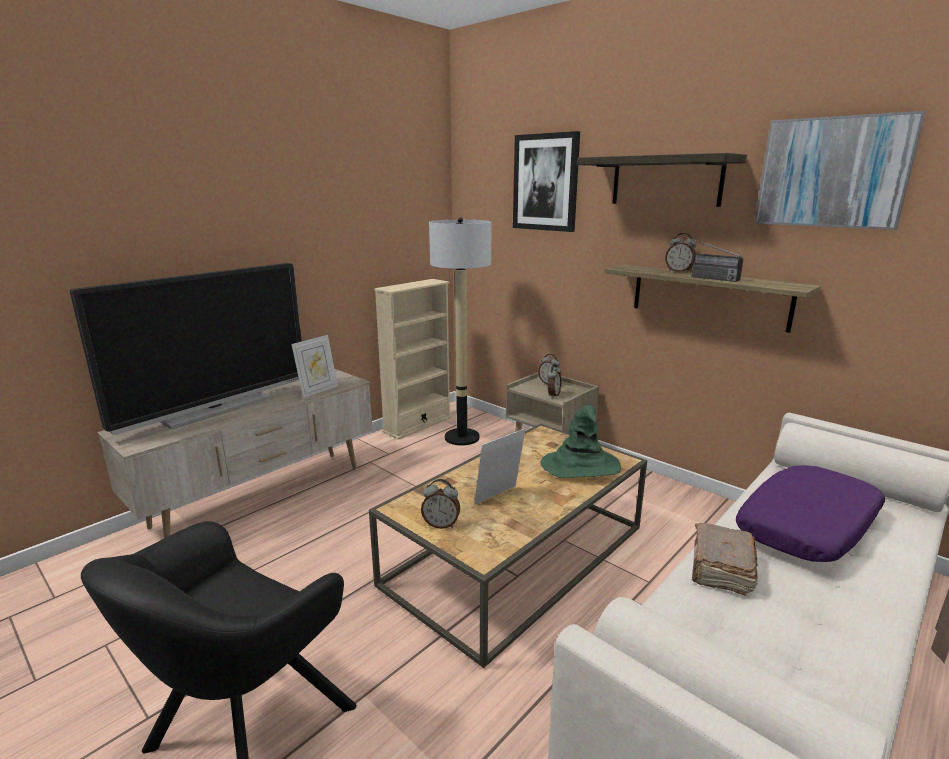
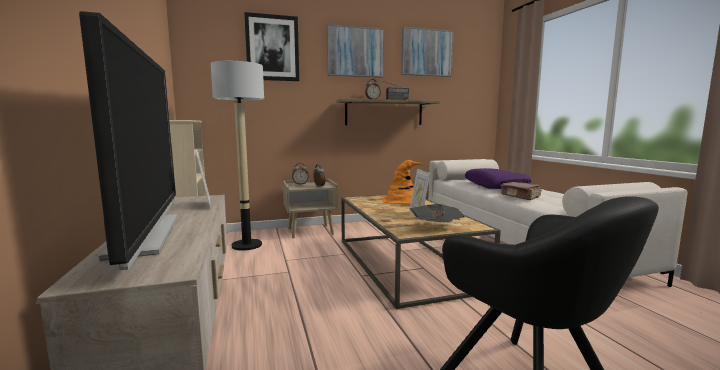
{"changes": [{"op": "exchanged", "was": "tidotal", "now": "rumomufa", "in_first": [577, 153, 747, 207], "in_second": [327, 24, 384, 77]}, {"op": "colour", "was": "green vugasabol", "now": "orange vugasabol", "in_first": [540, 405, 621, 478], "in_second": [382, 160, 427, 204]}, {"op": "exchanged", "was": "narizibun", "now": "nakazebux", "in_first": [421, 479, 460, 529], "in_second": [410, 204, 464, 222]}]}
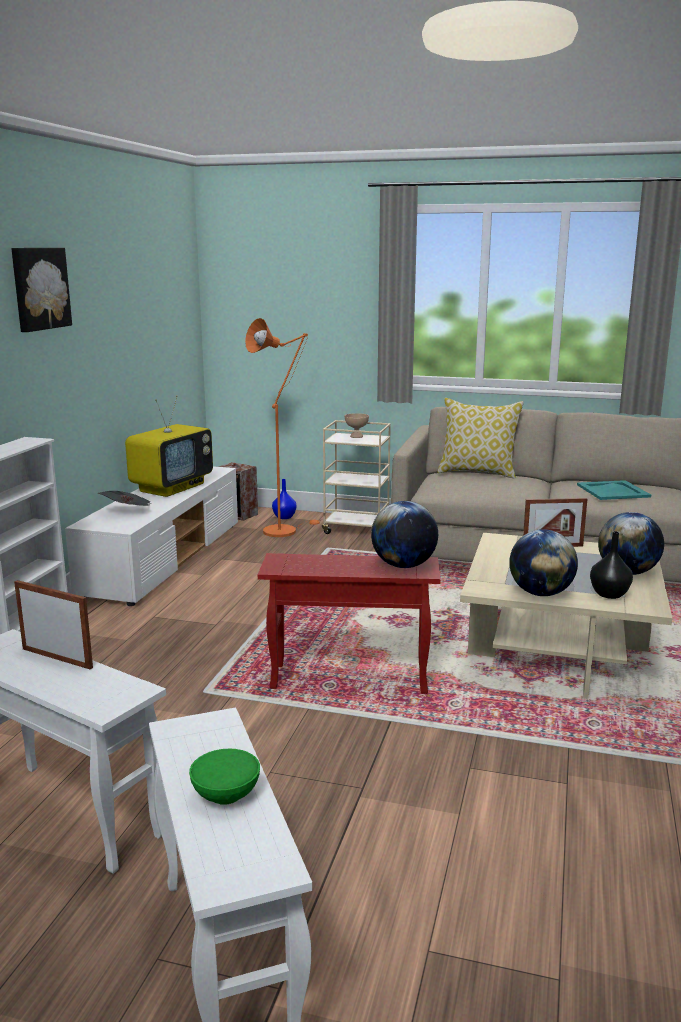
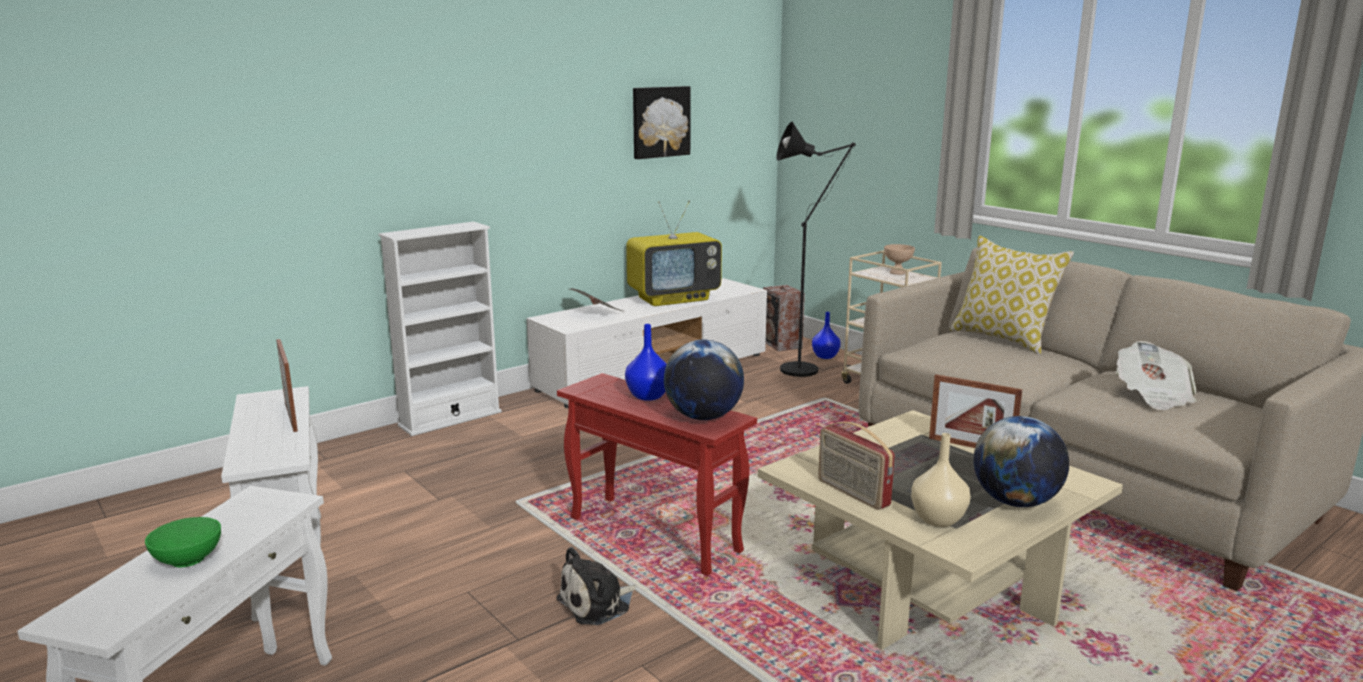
{"changes": [{"op": "appeared", "now": "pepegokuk", "in_second": [556, 547, 637, 625]}, {"op": "appeared", "now": "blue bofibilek", "in_second": [625, 324, 667, 401]}, {"op": "relocated", "was": "rumomufa", "in_first": [11, 248, 72, 332], "in_second": [633, 86, 691, 159]}, {"op": "colour", "was": "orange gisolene", "now": "black gisolene", "in_first": [245, 318, 320, 537], "in_second": [776, 122, 856, 377]}, {"op": "exchanged", "was": "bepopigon", "now": "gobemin", "in_first": [509, 529, 578, 596], "in_second": [818, 422, 895, 510]}, {"op": "colour", "was": "black bofibilek", "now": "beige bofibilek", "in_first": [590, 531, 633, 599], "in_second": [911, 433, 970, 527]}, {"op": "exchanged", "was": "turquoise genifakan", "now": "nakazebux", "in_first": [577, 480, 651, 500], "in_second": [1116, 341, 1197, 410]}]}
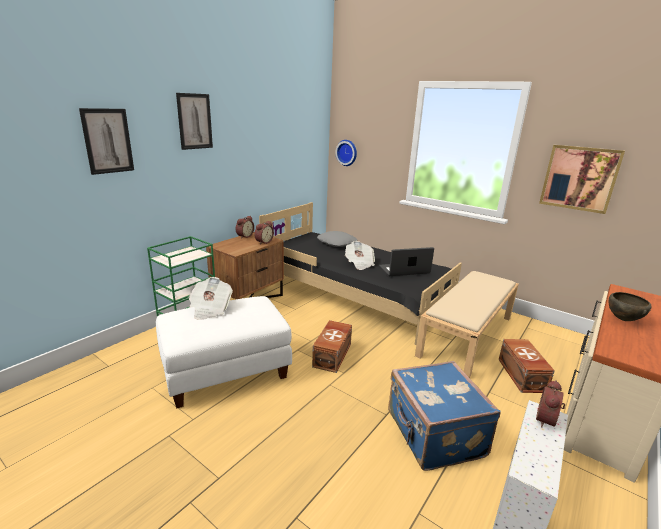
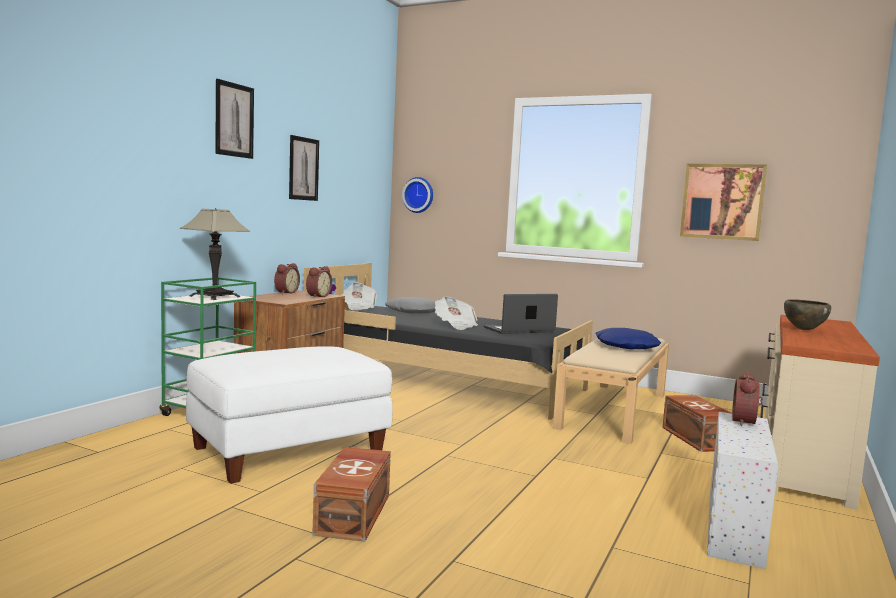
{"changes": [{"op": "appeared", "now": "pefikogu", "in_second": [180, 208, 250, 300]}, {"op": "relocated", "was": "rumomufa", "in_first": [79, 108, 134, 175], "in_second": [289, 135, 319, 201]}, {"op": "relocated", "was": "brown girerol", "in_first": [312, 320, 352, 373], "in_second": [312, 447, 391, 542]}, {"op": "relocated", "was": "nakazebux", "in_first": [188, 277, 233, 320], "in_second": [341, 282, 377, 311]}, {"op": "appeared", "now": "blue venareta", "in_second": [595, 328, 661, 349]}, {"op": "missing", "was": "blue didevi", "in_first": [388, 361, 501, 471]}]}
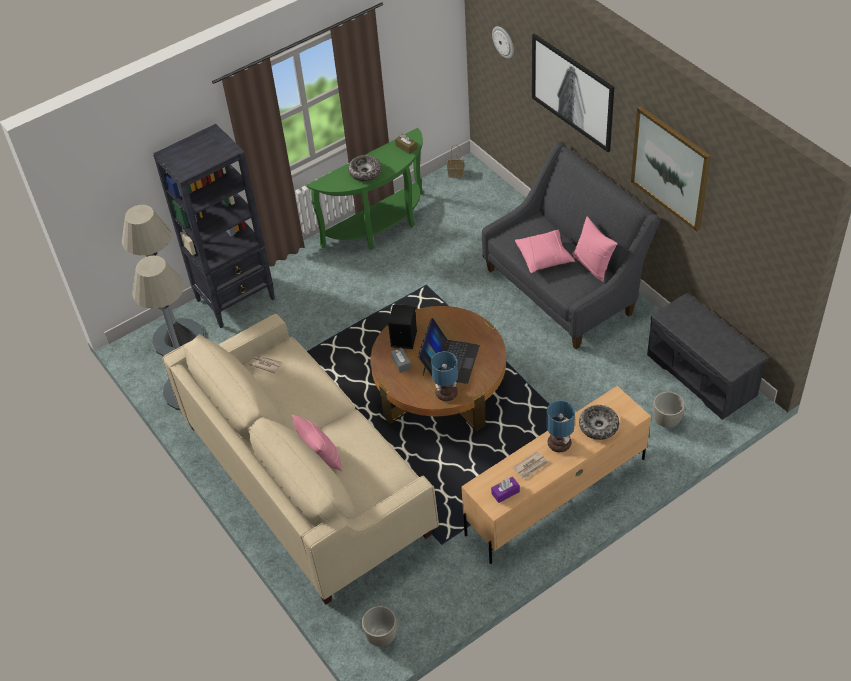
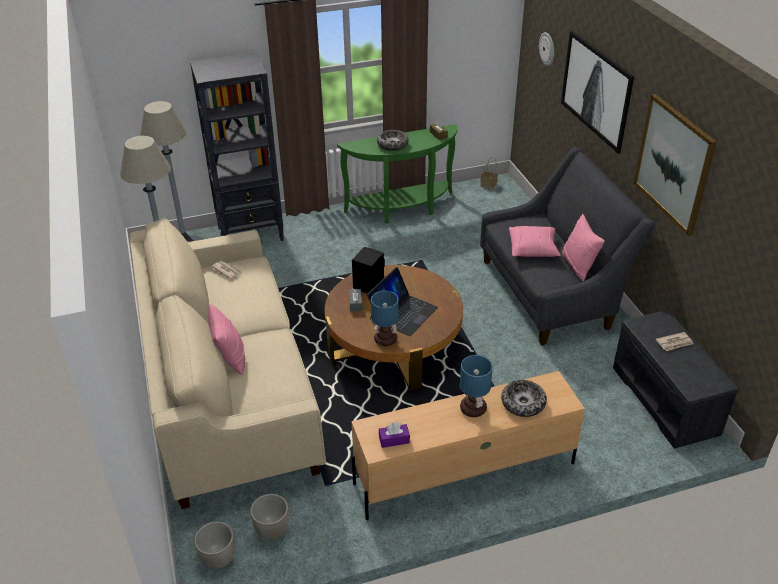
{"changes": [{"op": "relocated", "was": "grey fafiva", "in_first": [653, 391, 685, 428], "in_second": [250, 494, 289, 539]}, {"op": "relocated", "was": "nakazebux", "in_first": [513, 451, 549, 479], "in_second": [656, 332, 693, 351]}]}
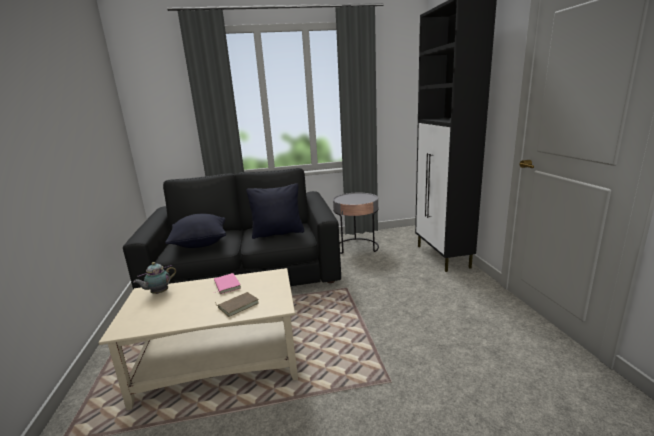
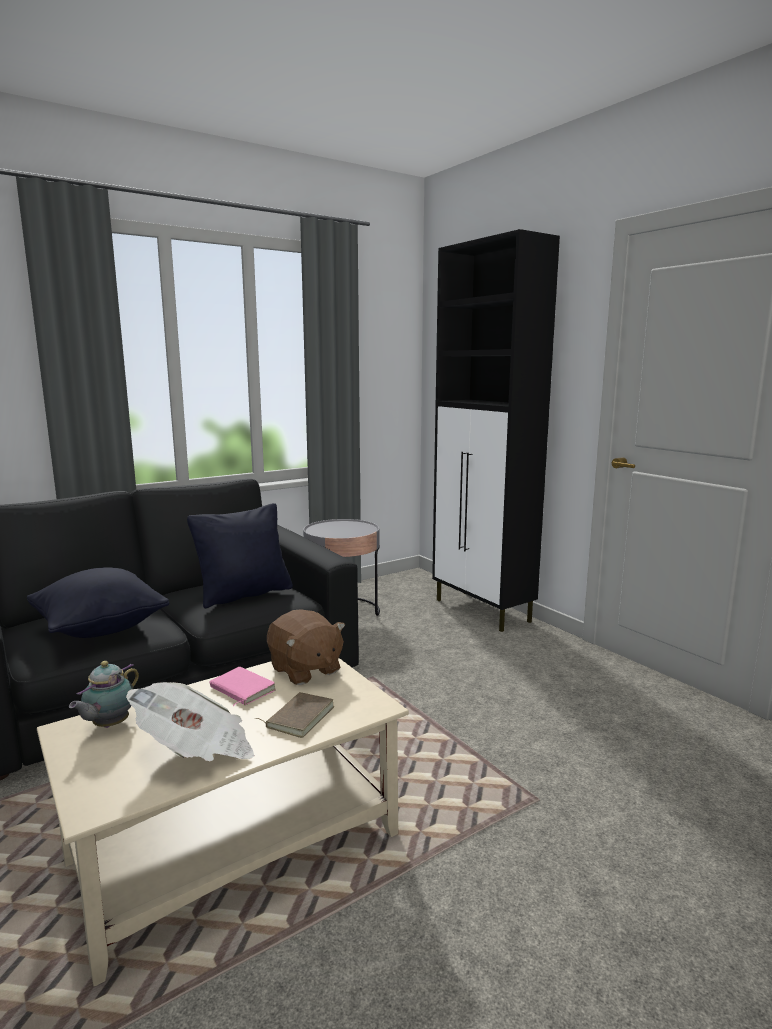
{"changes": [{"op": "appeared", "now": "nakazebux", "in_second": [126, 682, 255, 761]}, {"op": "appeared", "now": "brown pepegokuk", "in_second": [267, 609, 345, 685]}]}
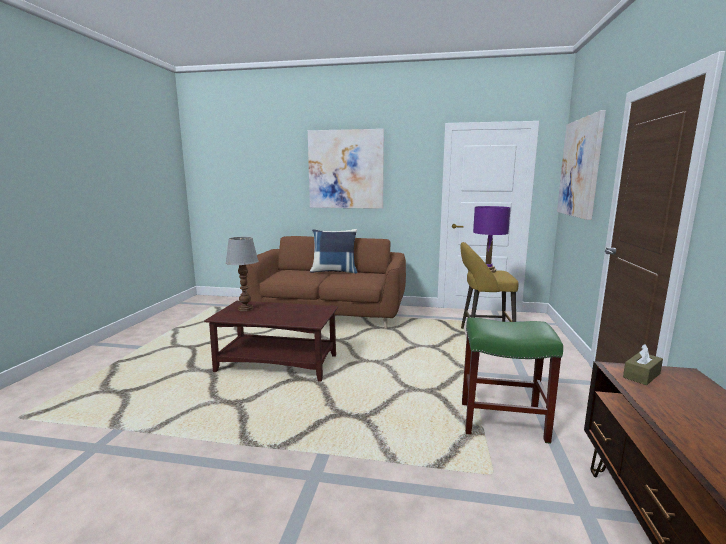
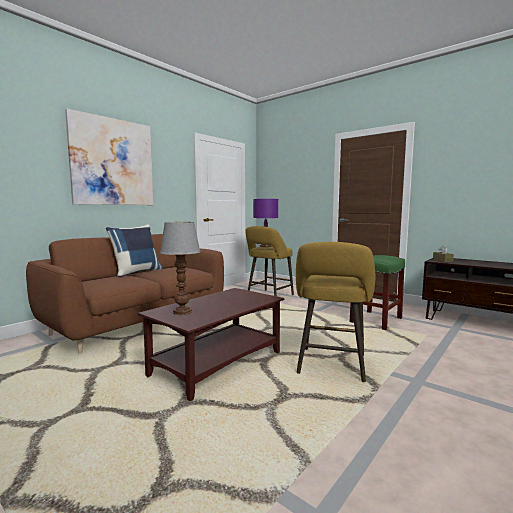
{"changes": [{"op": "appeared", "now": "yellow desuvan", "in_second": [296, 242, 375, 382]}, {"op": "missing", "was": "rumomufa", "in_first": [557, 110, 606, 220]}]}
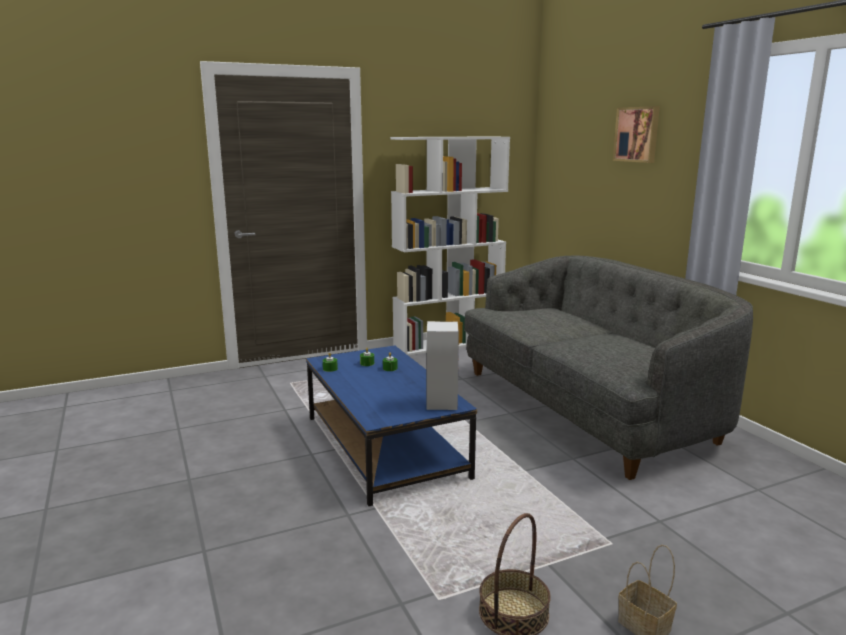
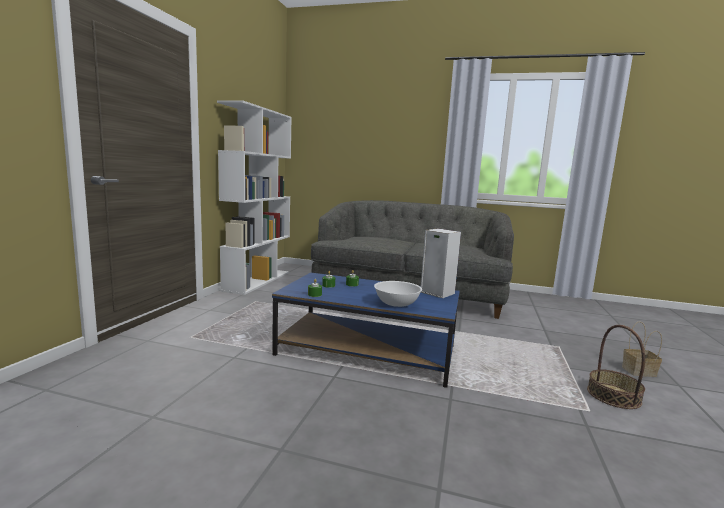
{"changes": [{"op": "appeared", "now": "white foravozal", "in_second": [374, 281, 422, 307]}, {"op": "missing", "was": "rumomufa", "in_first": [613, 106, 660, 163]}]}
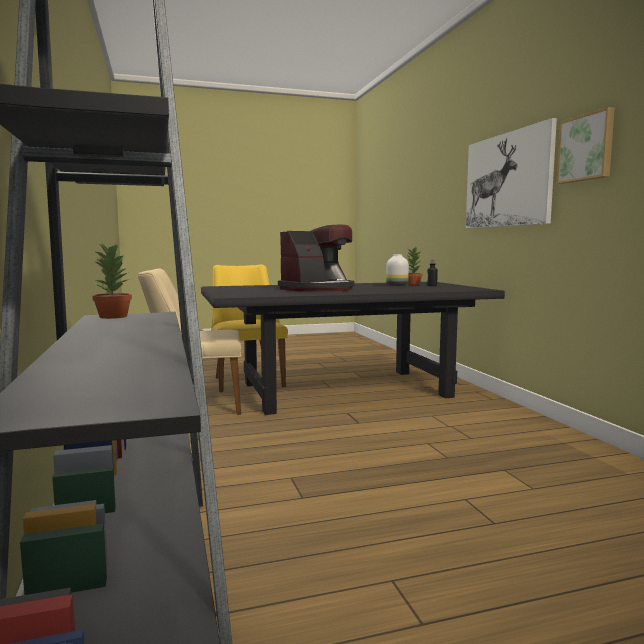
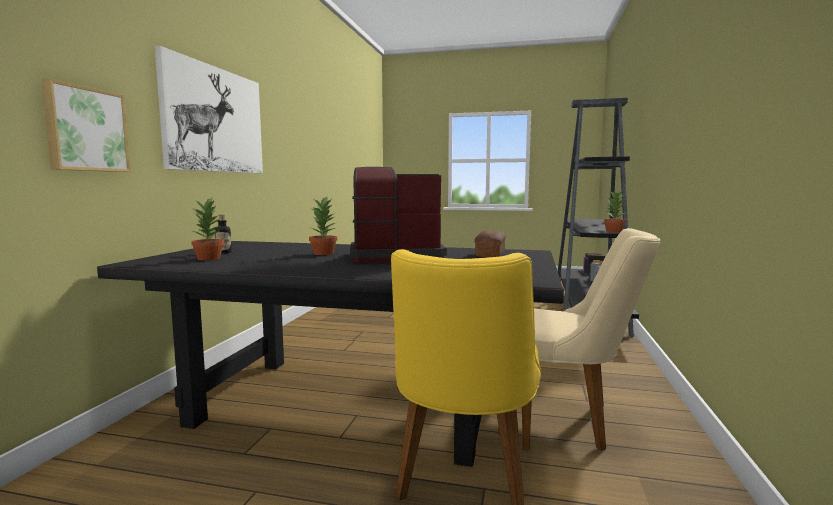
{"changes": [{"op": "relocated", "was": "rumomufa", "in_first": [556, 107, 615, 184], "in_second": [41, 79, 131, 172]}, {"op": "appeared", "now": "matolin", "in_second": [309, 197, 337, 255]}, {"op": "appeared", "now": "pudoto", "in_second": [474, 230, 506, 258]}, {"op": "missing", "was": "white bofibilek", "in_first": [386, 254, 409, 286]}]}
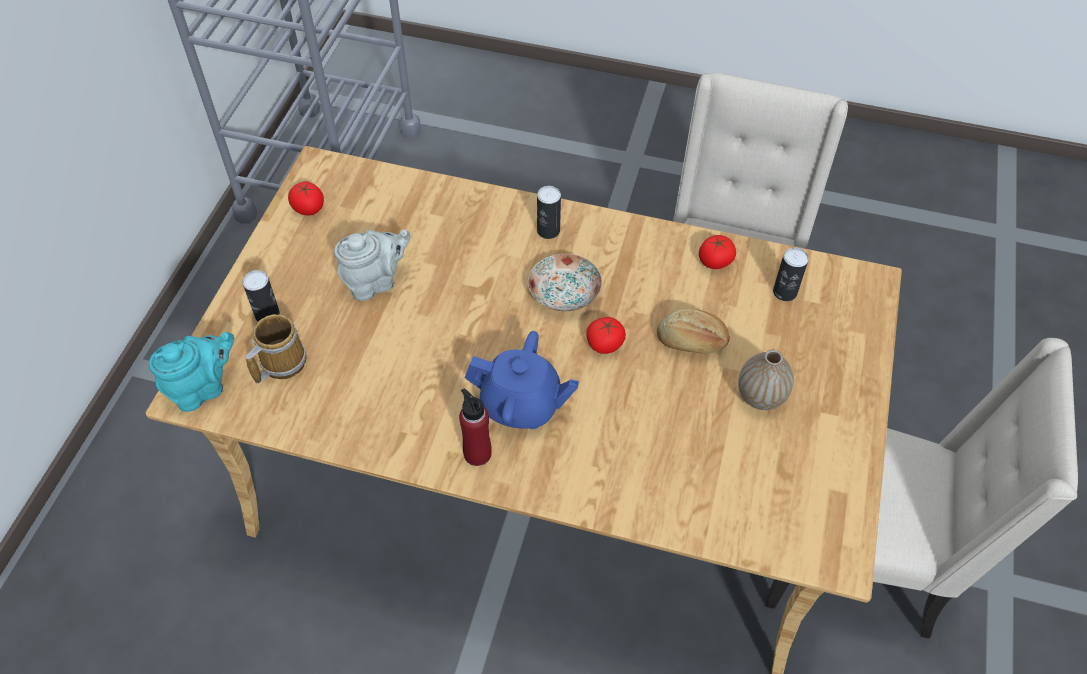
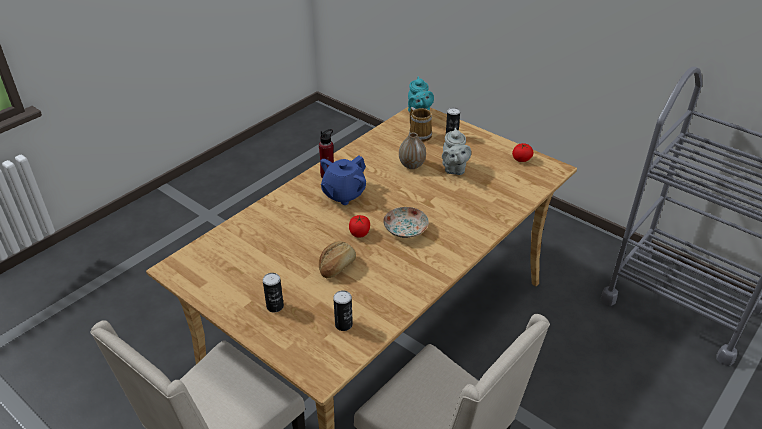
{"changes": [{"op": "relocated", "was": "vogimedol", "in_first": [537, 186, 561, 239], "in_second": [263, 273, 284, 312]}, {"op": "relocated", "was": "bofibilek", "in_first": [738, 350, 794, 410], "in_second": [399, 132, 426, 169]}, {"op": "missing", "was": "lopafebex", "in_first": [699, 235, 736, 269]}]}
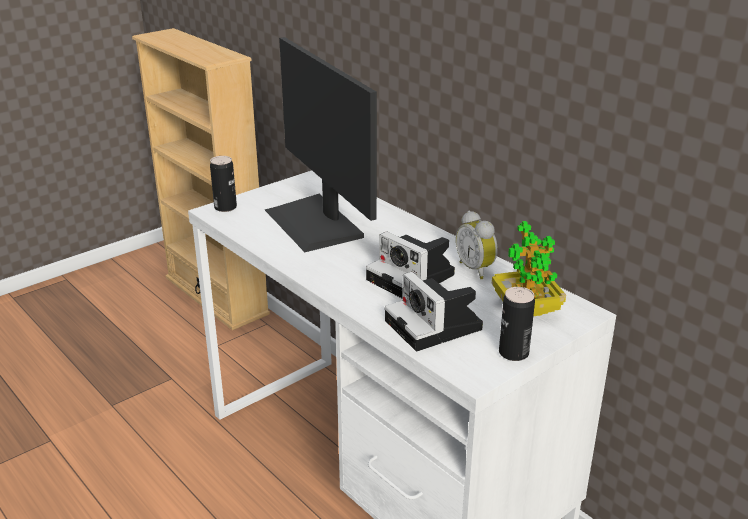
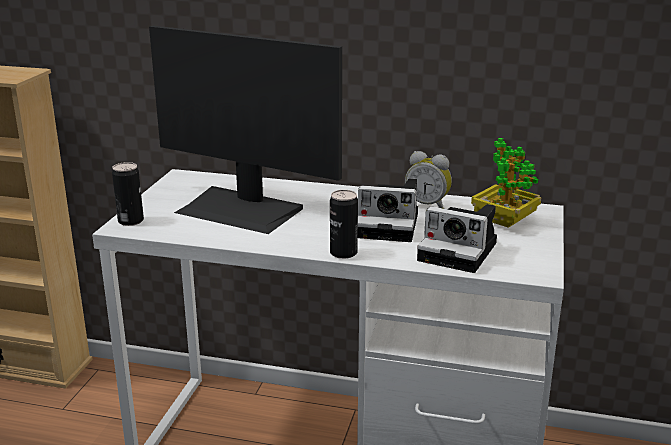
{"changes": [{"op": "relocated", "was": "vogimedol", "in_first": [499, 287, 535, 361], "in_second": [330, 190, 358, 259]}]}
